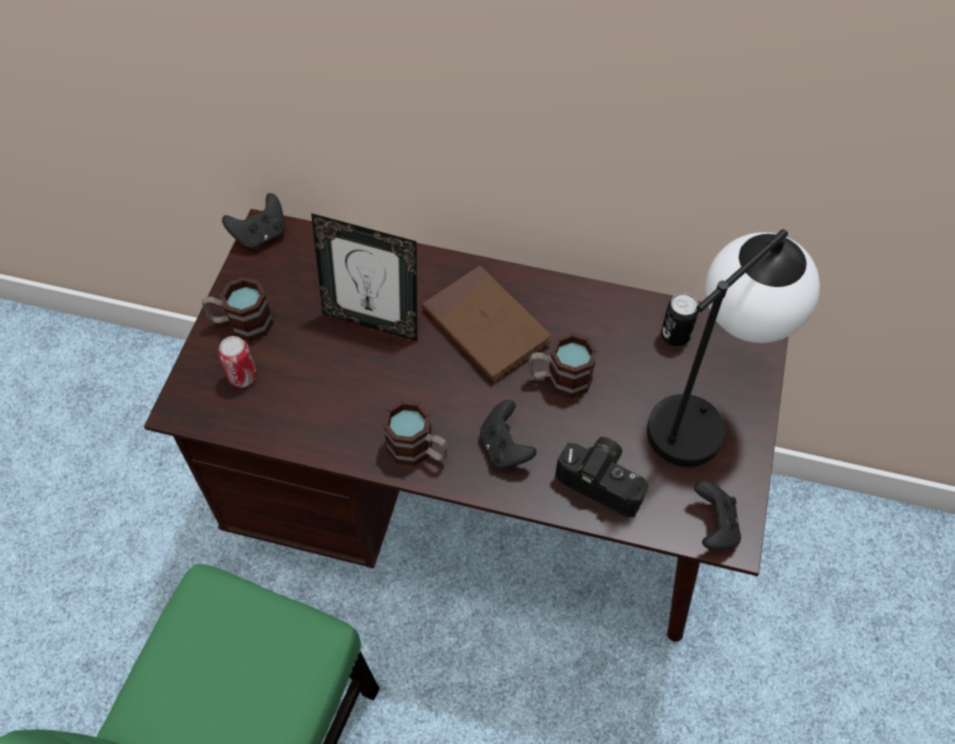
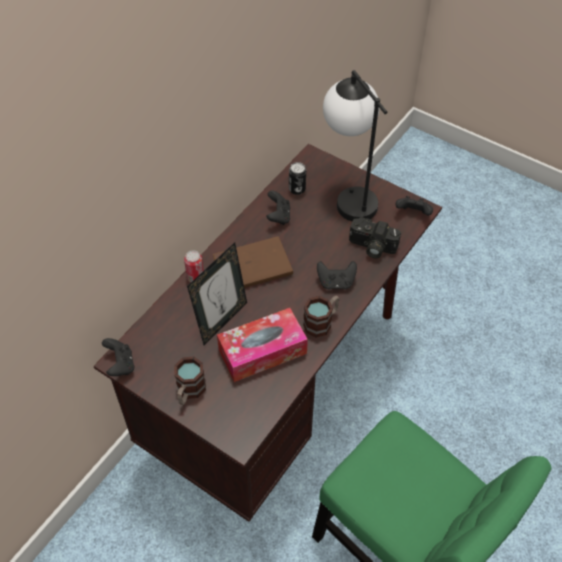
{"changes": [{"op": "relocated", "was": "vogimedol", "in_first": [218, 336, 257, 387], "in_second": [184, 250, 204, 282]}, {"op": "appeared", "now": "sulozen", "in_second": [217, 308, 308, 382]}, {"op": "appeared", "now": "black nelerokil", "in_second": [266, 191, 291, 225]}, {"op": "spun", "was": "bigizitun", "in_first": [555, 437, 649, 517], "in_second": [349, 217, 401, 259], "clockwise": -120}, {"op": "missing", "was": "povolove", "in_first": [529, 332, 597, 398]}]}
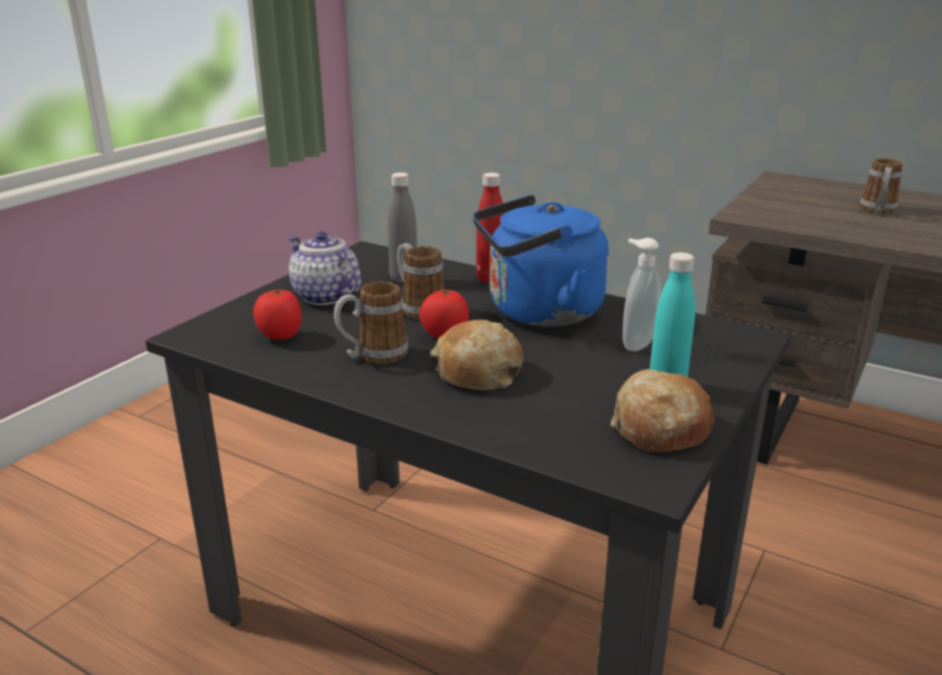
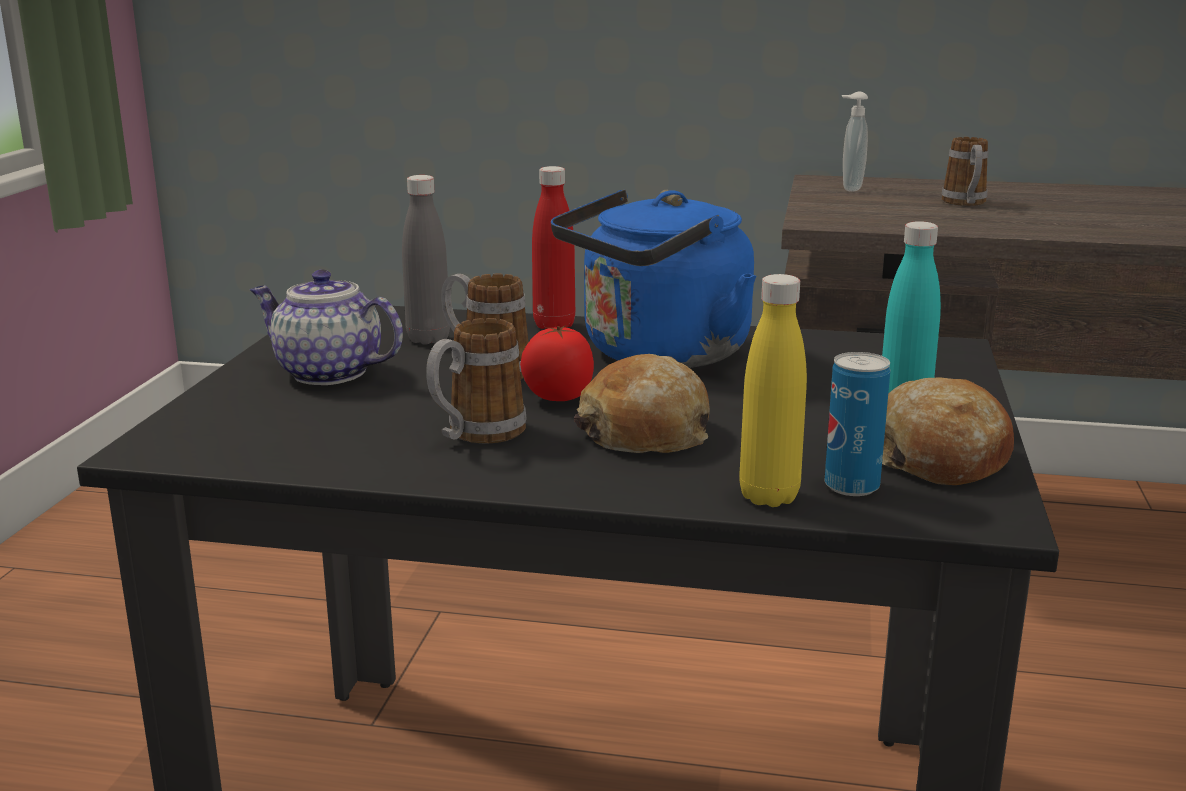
{"changes": [{"op": "appeared", "now": "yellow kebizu", "in_second": [739, 274, 807, 507]}, {"op": "appeared", "now": "vogimedol", "in_second": [825, 352, 890, 496]}, {"op": "relocated", "was": "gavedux", "in_first": [623, 238, 660, 351], "in_second": [842, 92, 868, 192]}, {"op": "missing", "was": "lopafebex", "in_first": [253, 289, 302, 340]}]}
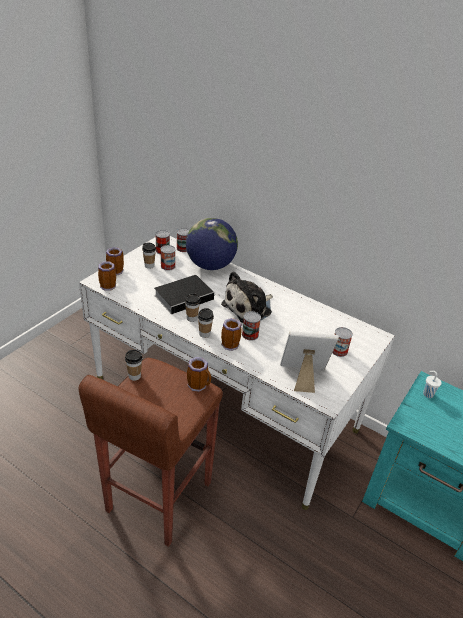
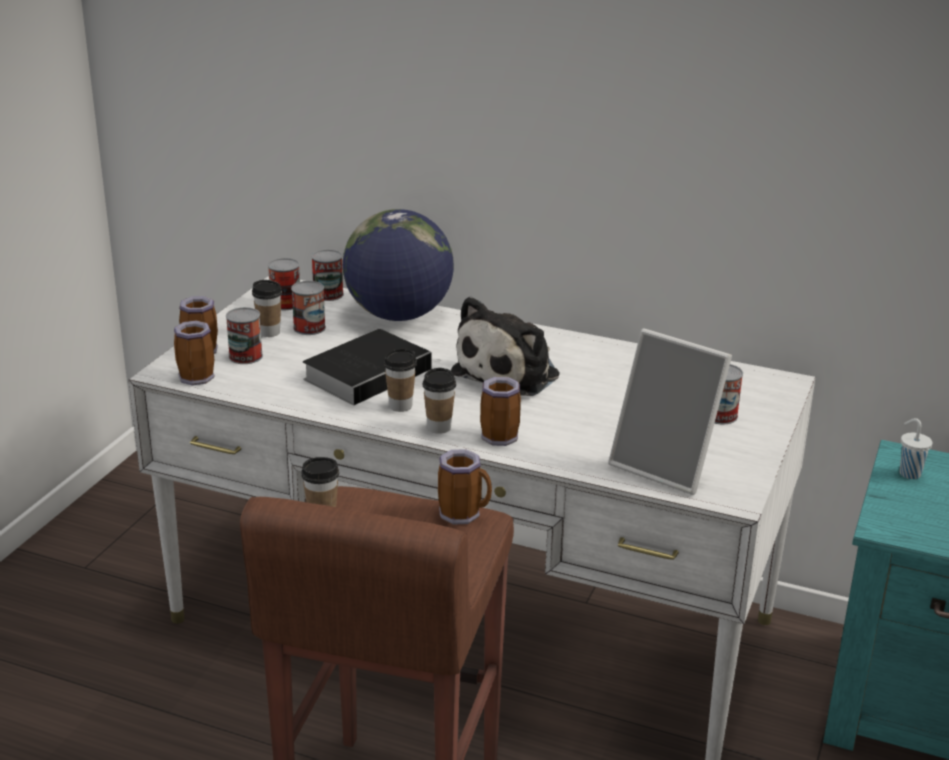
{"changes": [{"op": "relocated", "was": "vogimedol", "in_first": [242, 311, 261, 341], "in_second": [226, 307, 263, 364]}, {"op": "spun", "was": "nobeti", "in_first": [280, 331, 339, 393], "in_second": [608, 329, 732, 495], "clockwise": -135}]}
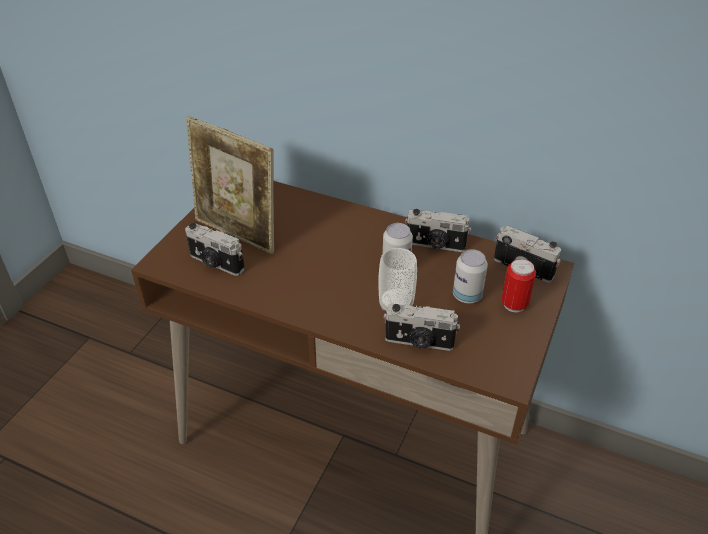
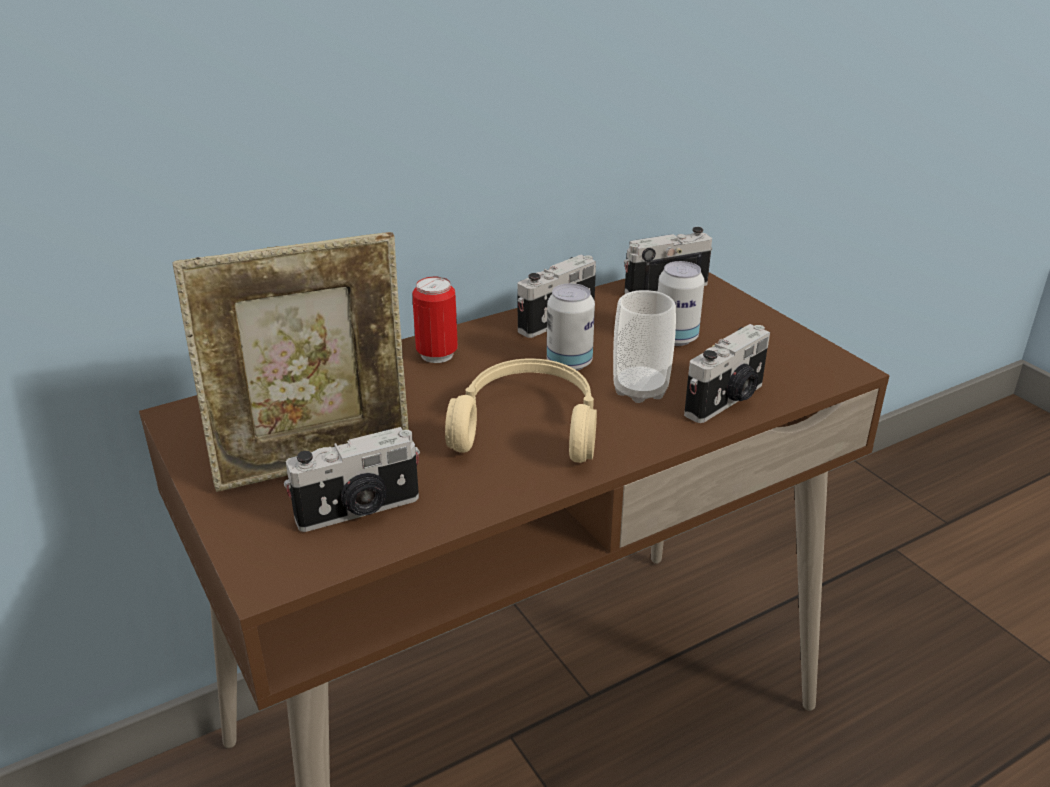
{"changes": [{"op": "relocated", "was": "vogimedol", "in_first": [501, 259, 536, 312], "in_second": [412, 277, 458, 363]}, {"op": "appeared", "now": "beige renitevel", "in_second": [445, 358, 597, 463]}]}
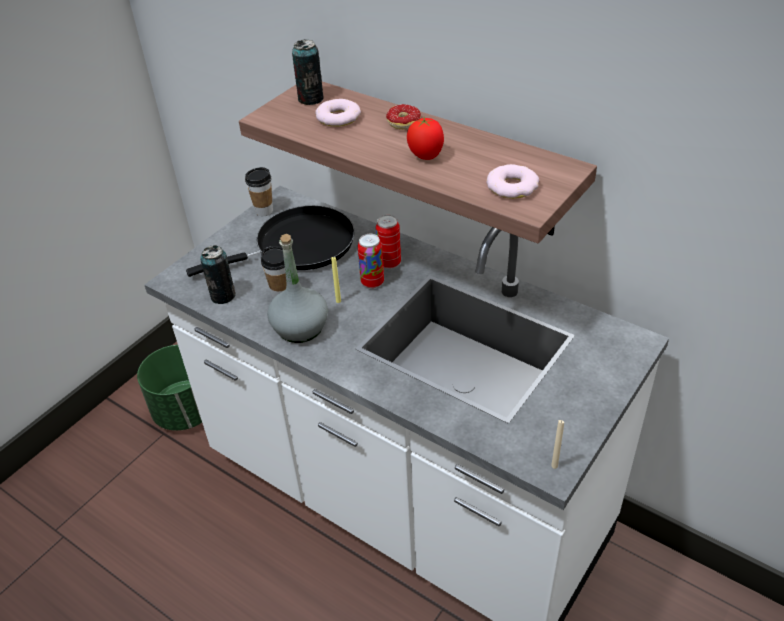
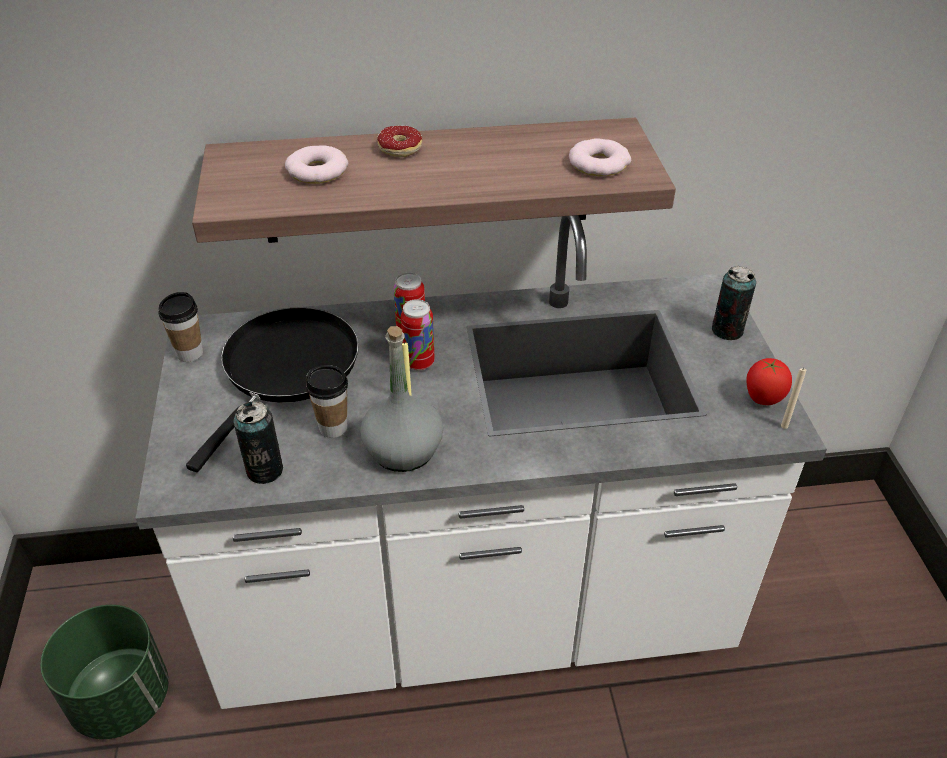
{"changes": [{"op": "relocated", "was": "vogimedol", "in_first": [292, 39, 324, 105], "in_second": [712, 266, 756, 340]}, {"op": "relocated", "was": "lopafebex", "in_first": [407, 117, 444, 160], "in_second": [746, 358, 792, 405]}]}
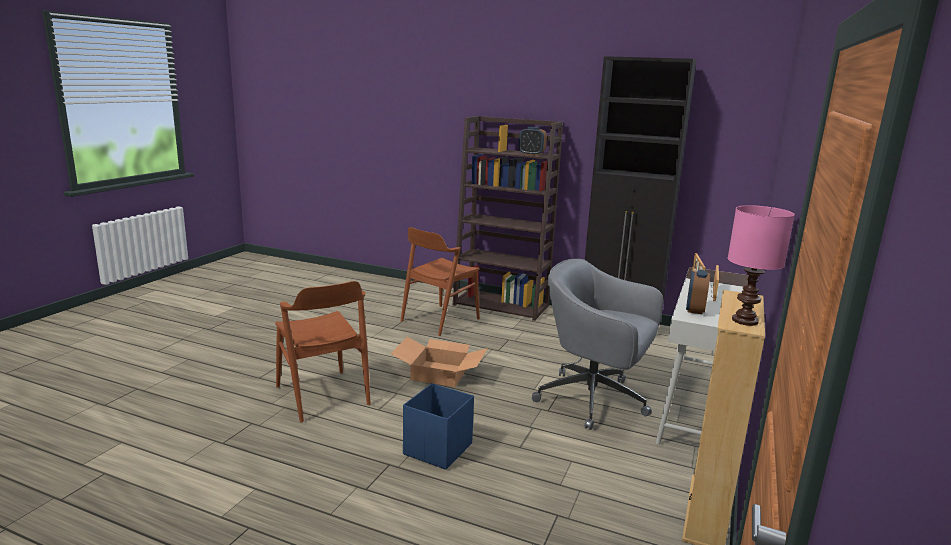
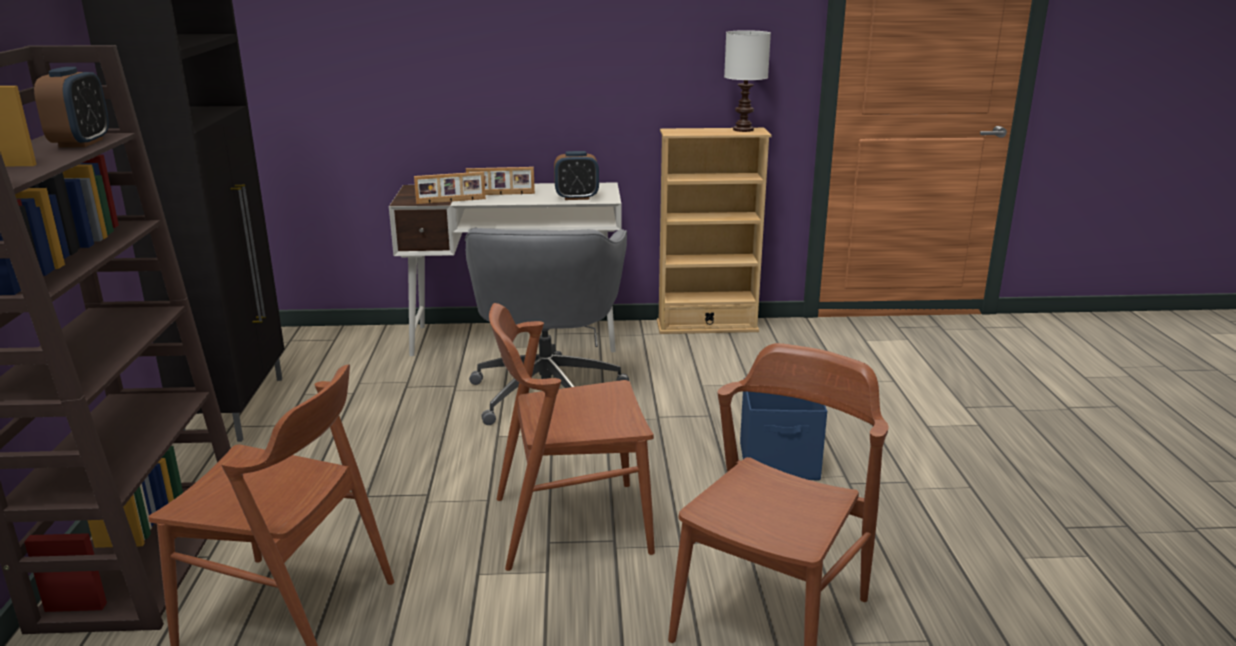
{"changes": [{"op": "exchanged", "was": "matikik", "now": "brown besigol", "in_first": [391, 337, 488, 387], "in_second": [489, 303, 655, 571]}, {"op": "colour", "was": "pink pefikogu", "now": "white pefikogu", "in_first": [728, 205, 795, 326], "in_second": [724, 30, 771, 132]}]}
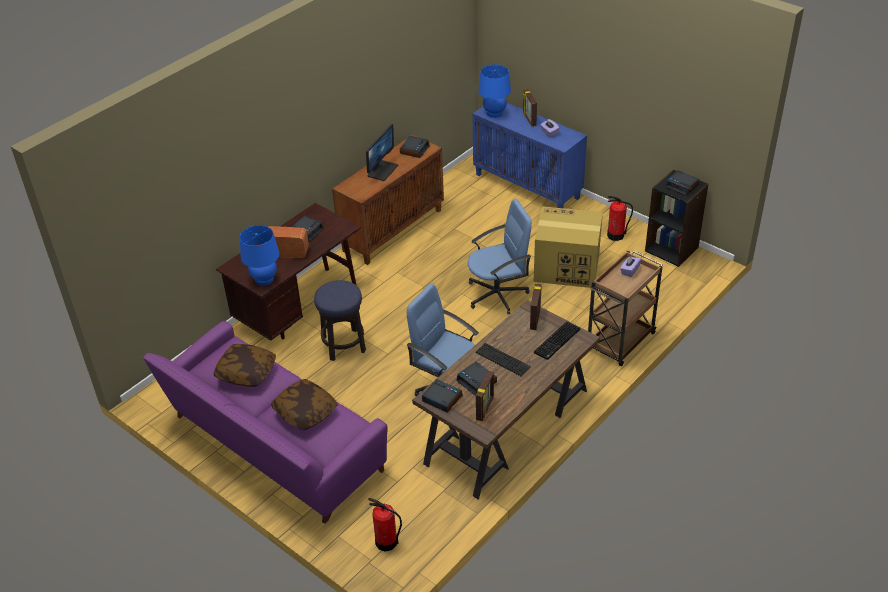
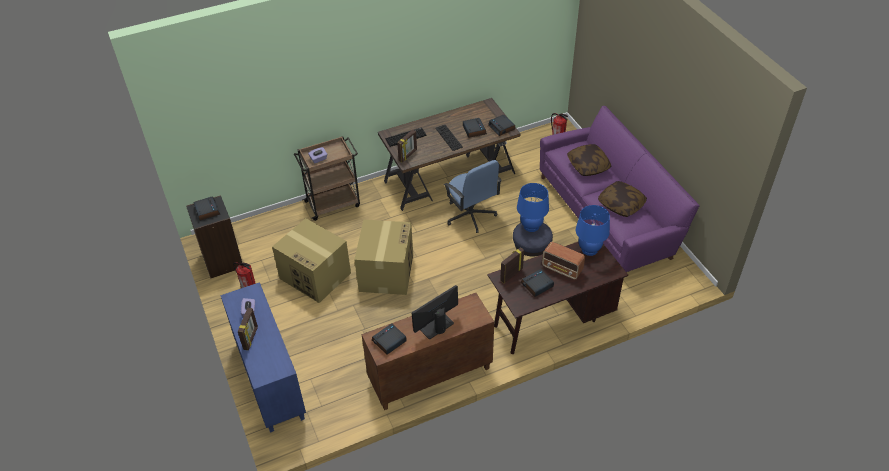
{"changes": [{"op": "exchanged", "was": "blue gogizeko", "now": "matikik", "in_first": [468, 199, 532, 314], "in_second": [354, 220, 413, 295]}, {"op": "relocated", "was": "nobeti", "in_first": [476, 370, 494, 421], "in_second": [500, 247, 524, 283]}, {"op": "relocated", "was": "blue pefikogu", "in_first": [478, 64, 511, 118], "in_second": [517, 183, 549, 232]}]}
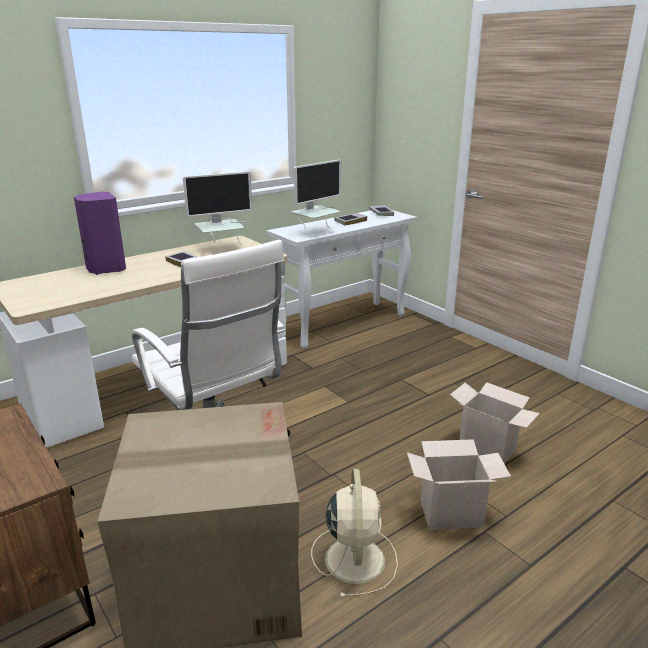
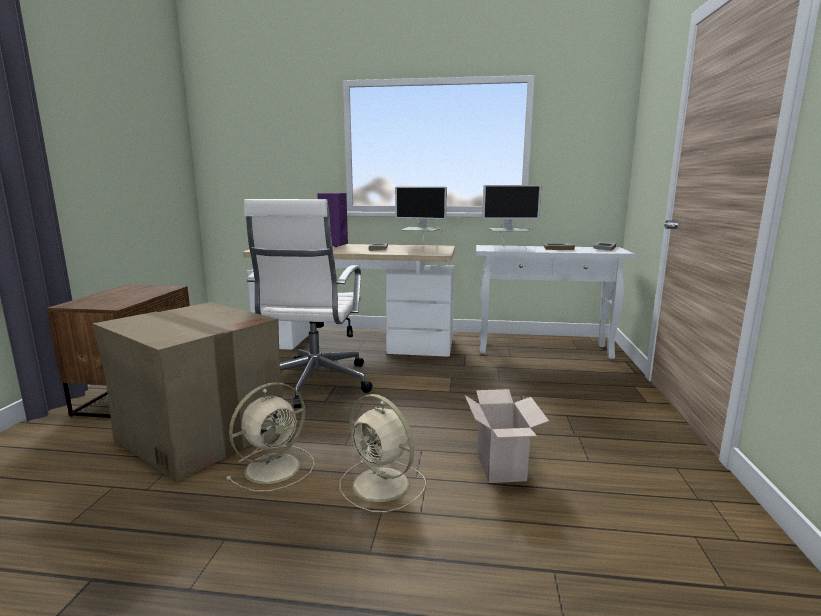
{"changes": [{"op": "exchanged", "was": "matikik", "now": "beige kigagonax", "in_first": [407, 439, 511, 530], "in_second": [339, 394, 426, 512]}]}
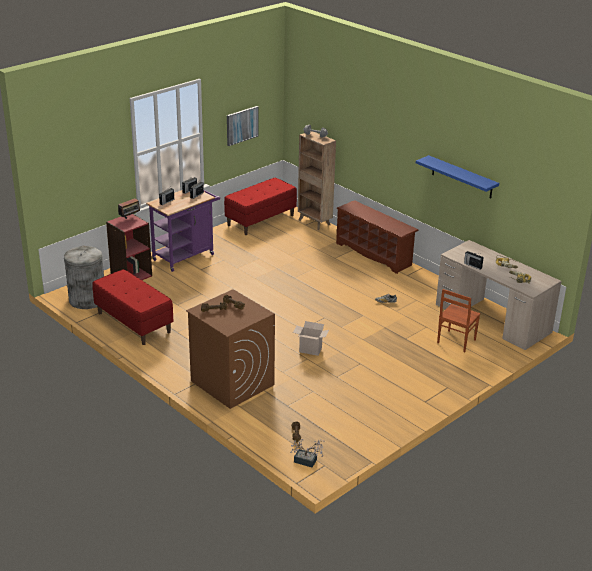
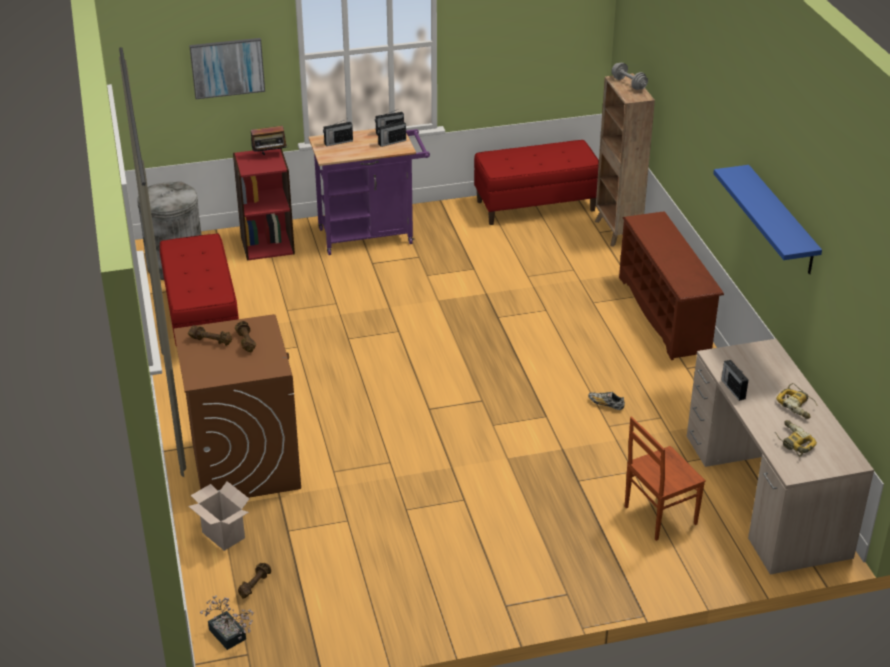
{"changes": [{"op": "relocated", "was": "matikik", "in_first": [293, 321, 329, 356], "in_second": [188, 481, 249, 551]}, {"op": "relocated", "was": "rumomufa", "in_first": [227, 106, 259, 146], "in_second": [189, 38, 265, 99]}]}
